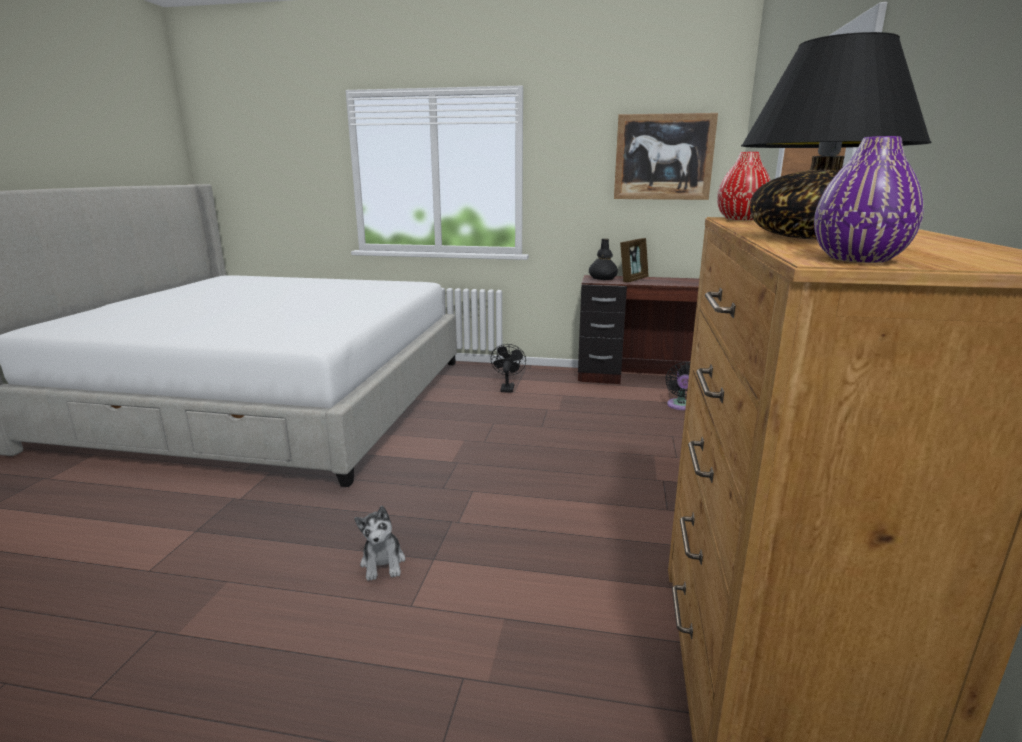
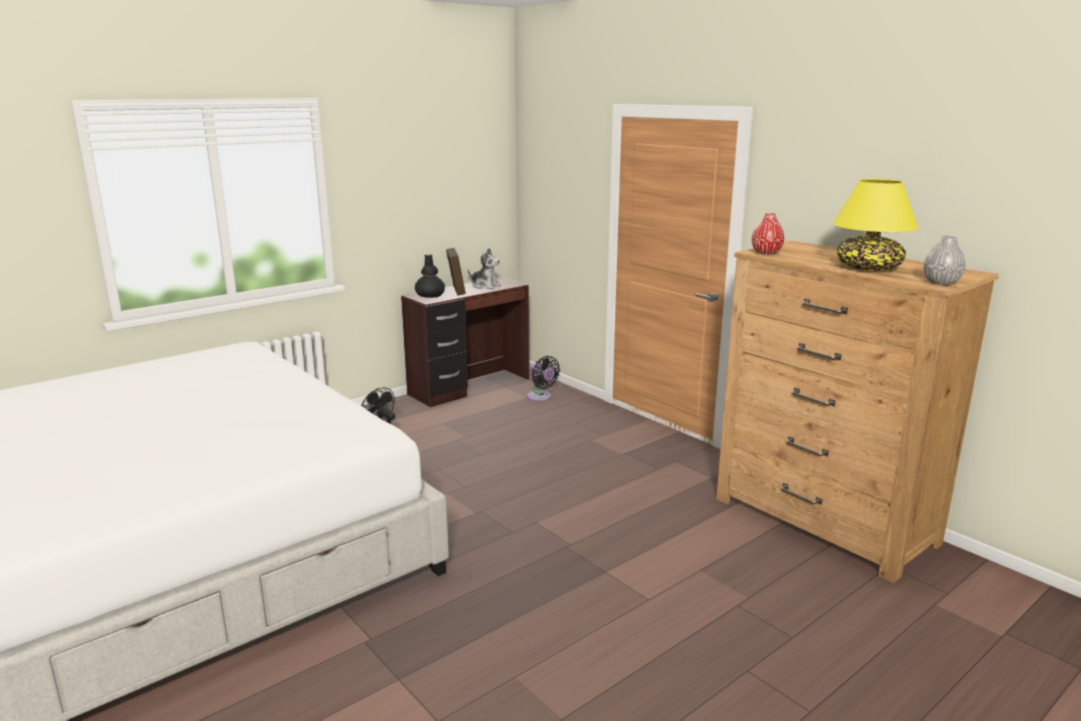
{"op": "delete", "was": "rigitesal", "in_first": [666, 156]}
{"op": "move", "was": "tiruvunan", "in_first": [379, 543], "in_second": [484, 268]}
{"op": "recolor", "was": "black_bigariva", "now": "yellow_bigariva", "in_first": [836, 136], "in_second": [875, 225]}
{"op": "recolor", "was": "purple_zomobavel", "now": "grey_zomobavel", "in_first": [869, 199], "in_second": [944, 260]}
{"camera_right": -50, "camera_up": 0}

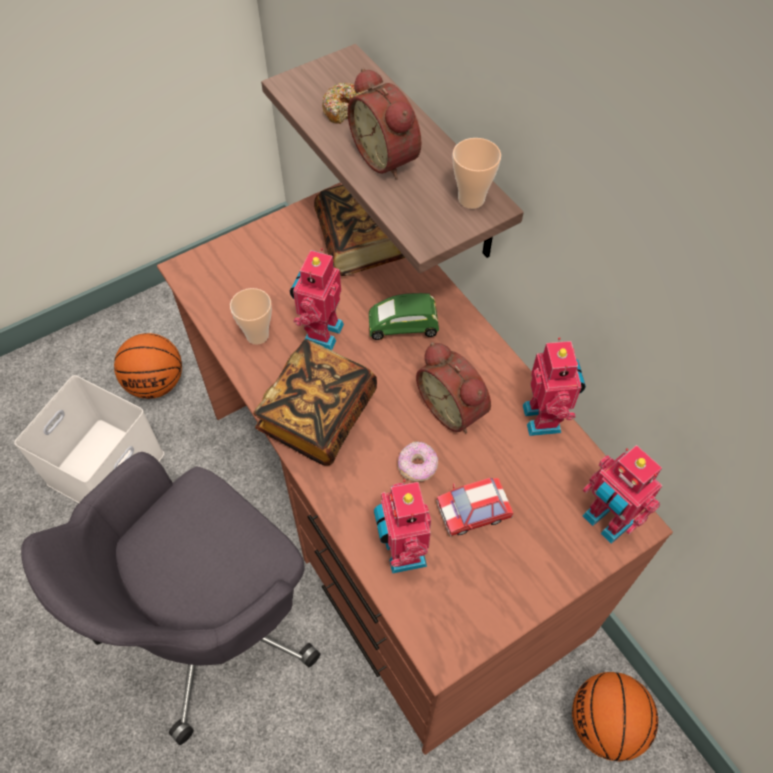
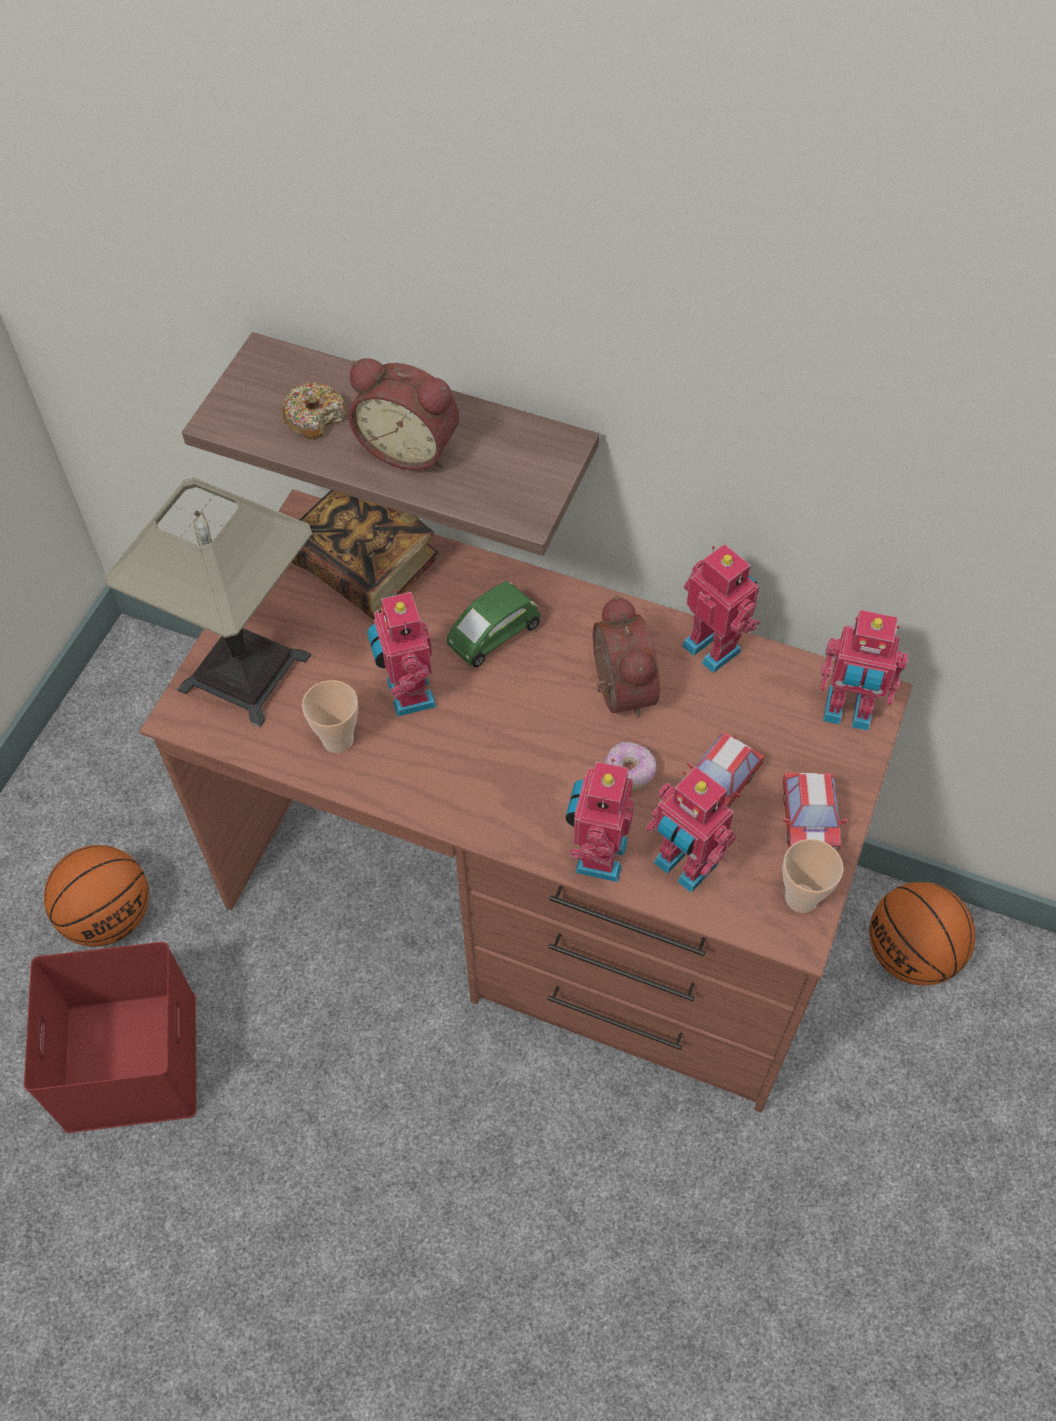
{"op": "delete", "was": "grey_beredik", "in_first": [171, 598]}
{"op": "delete", "was": "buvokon", "in_first": [315, 402]}
{"op": "insert", "now": "bigariva", "in_second": [208, 602]}
{"op": "insert", "now": "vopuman", "in_second": [600, 820]}
{"op": "insert", "now": "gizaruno", "in_second": [814, 813]}
{"op": "move", "was": "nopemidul", "in_first": [477, 173], "in_second": [812, 876]}
{"op": "recolor", "was": "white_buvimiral", "now": "red_buvimiral", "in_first": [89, 439], "in_second": [110, 1037]}
{"op": "rotate", "was": "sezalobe", "in_first": [453, 387], "in_second": [626, 657], "clockwise": -120}
{"camera_right": -35, "camera_up": 0}

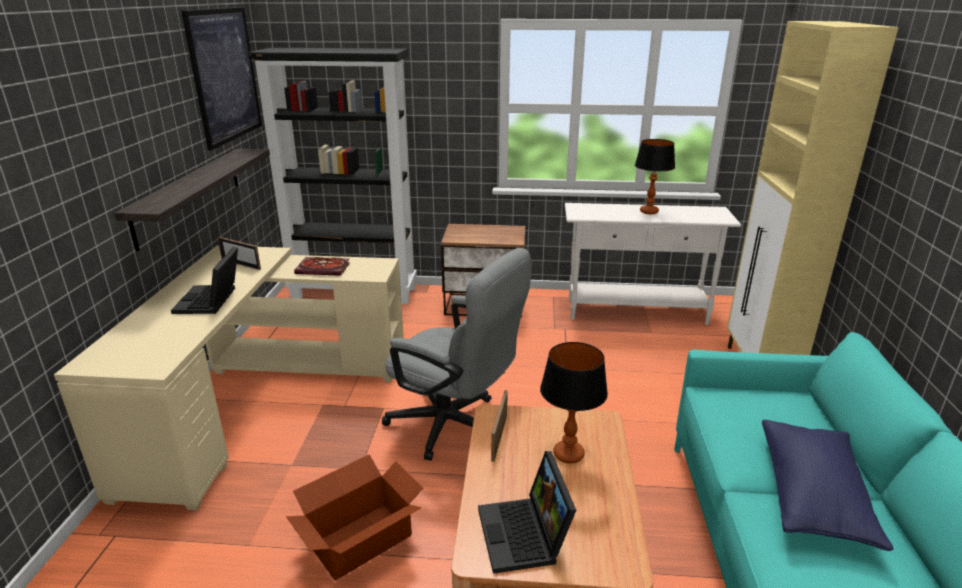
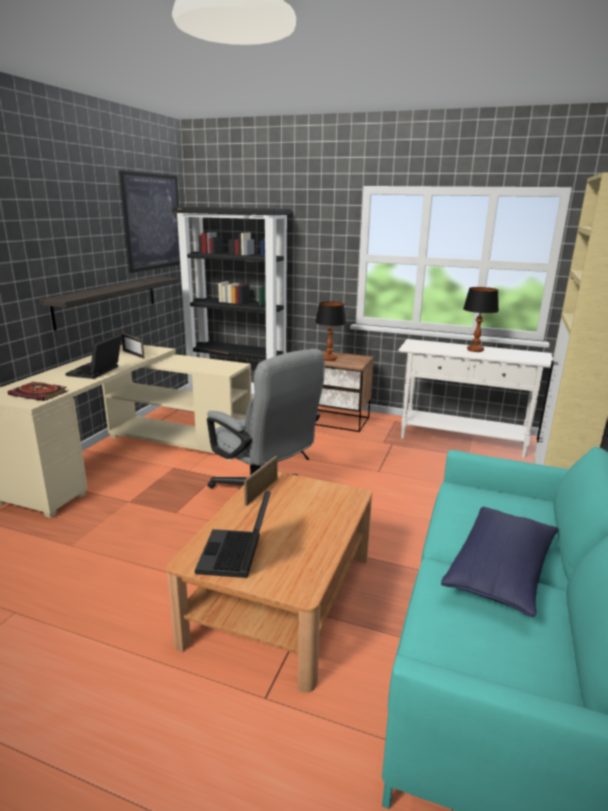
{"op": "delete", "was": "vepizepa", "in_first": [354, 517]}
{"op": "move", "was": "buvokon", "in_first": [322, 266], "in_second": [37, 391]}
{"op": "move", "was": "bigariva", "in_first": [574, 403], "in_second": [330, 331]}
{"camera_right": 15, "camera_up": -5}

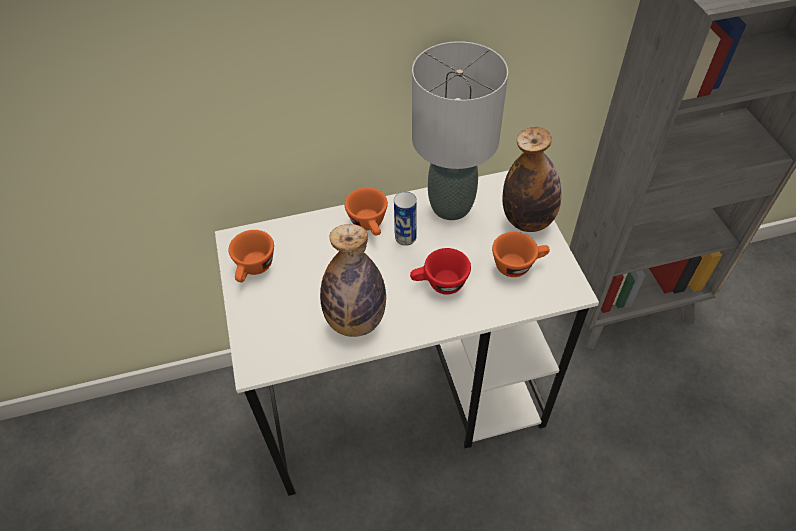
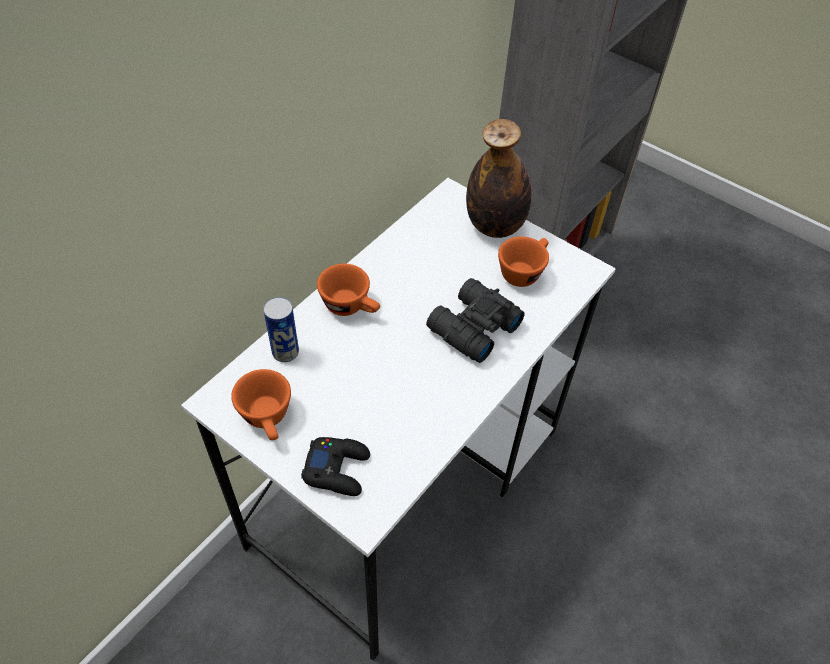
{"op": "delete", "was": "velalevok", "in_first": [353, 280]}
{"op": "delete", "was": "grey_bigariva", "in_first": [460, 130]}
{"op": "insert", "now": "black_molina", "in_second": [335, 466]}
{"op": "move", "was": "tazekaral", "in_first": [405, 218], "in_second": [281, 329]}
{"op": "replace", "was": "red_nopemidul", "now": "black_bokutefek", "in_first": [440, 271], "in_second": [475, 320]}
{"camera_right": -40, "camera_up": 0}

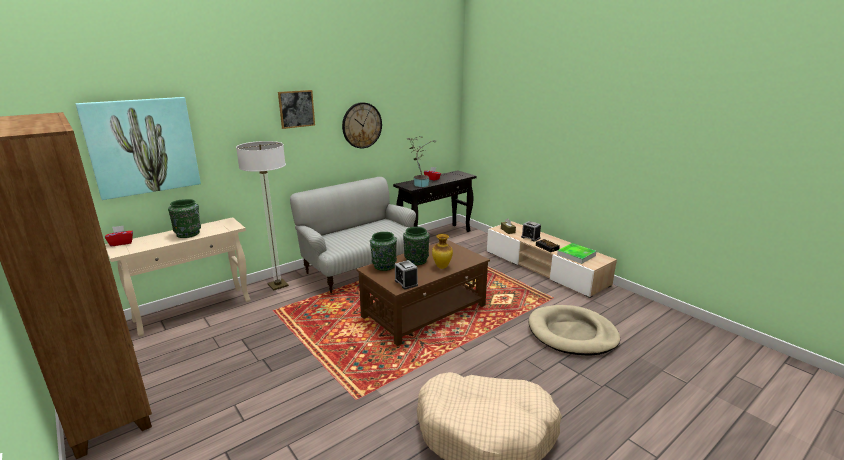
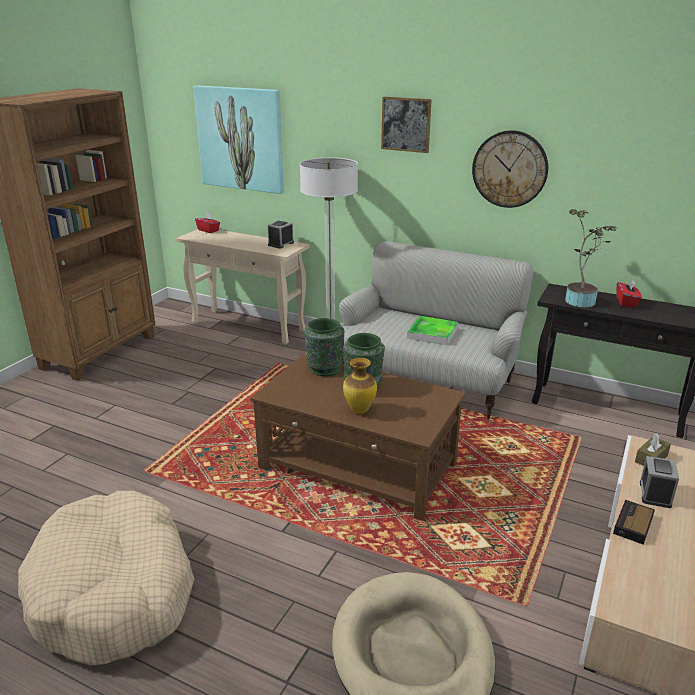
{"op": "delete", "was": "green_zomobavel", "in_first": [184, 218]}
{"op": "move", "was": "sezalobe", "in_first": [406, 275], "in_second": [281, 234]}
{"op": "move", "was": "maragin", "in_first": [577, 253], "in_second": [432, 330]}
{"camera_right": 65, "camera_up": 5}

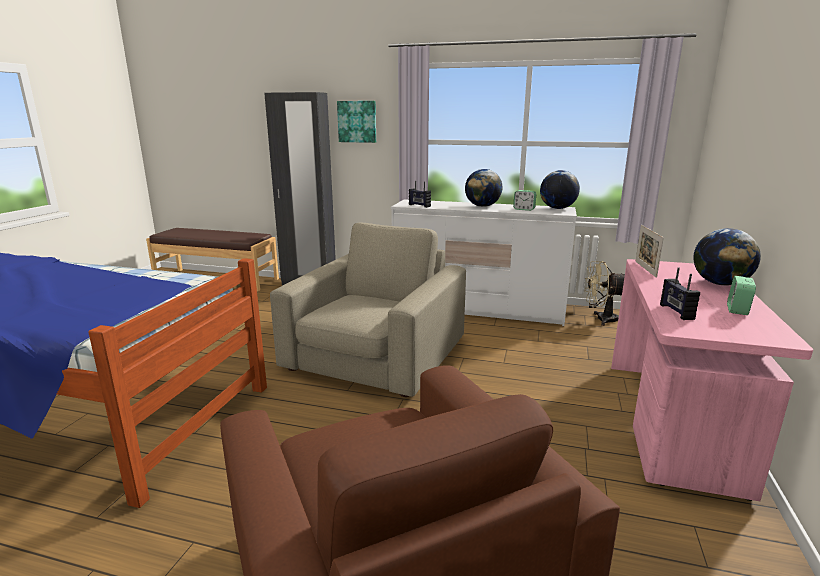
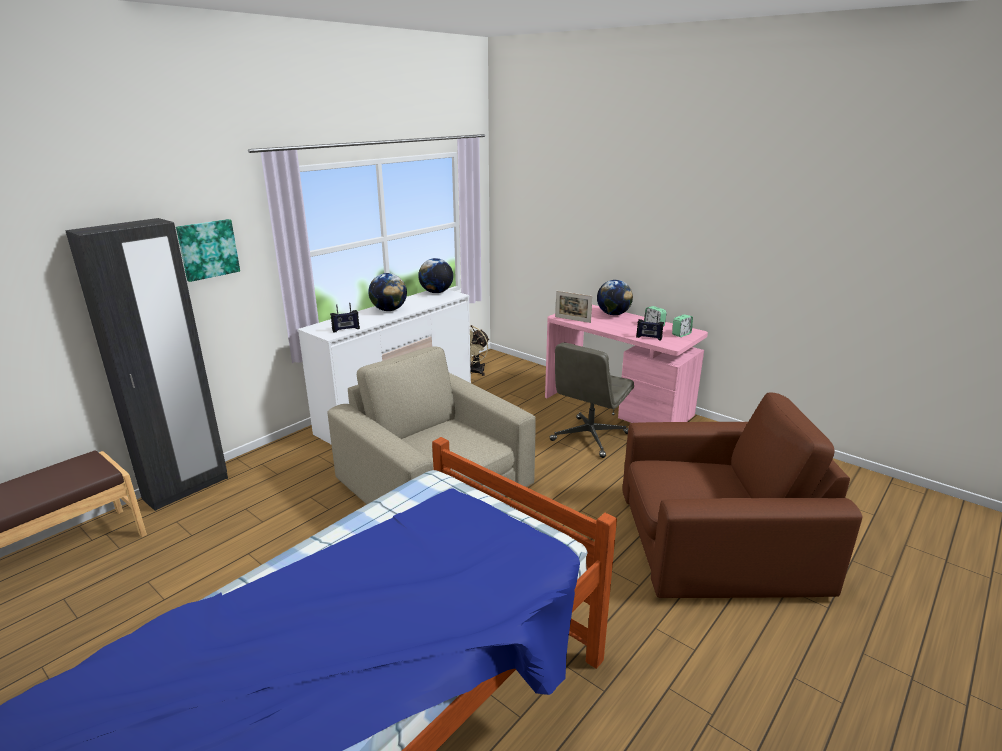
{"op": "insert", "now": "grey_beredik", "in_second": [591, 400]}
{"op": "move", "was": "sezalobe", "in_first": [524, 200], "in_second": [682, 325]}
{"camera_right": -65, "camera_up": 5}

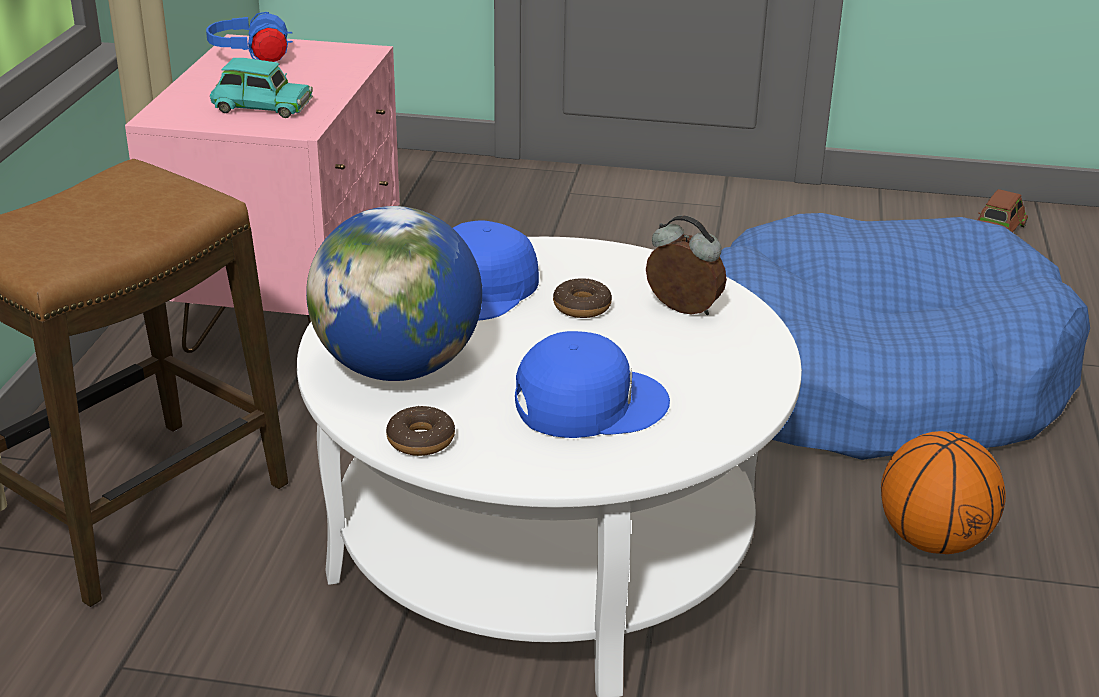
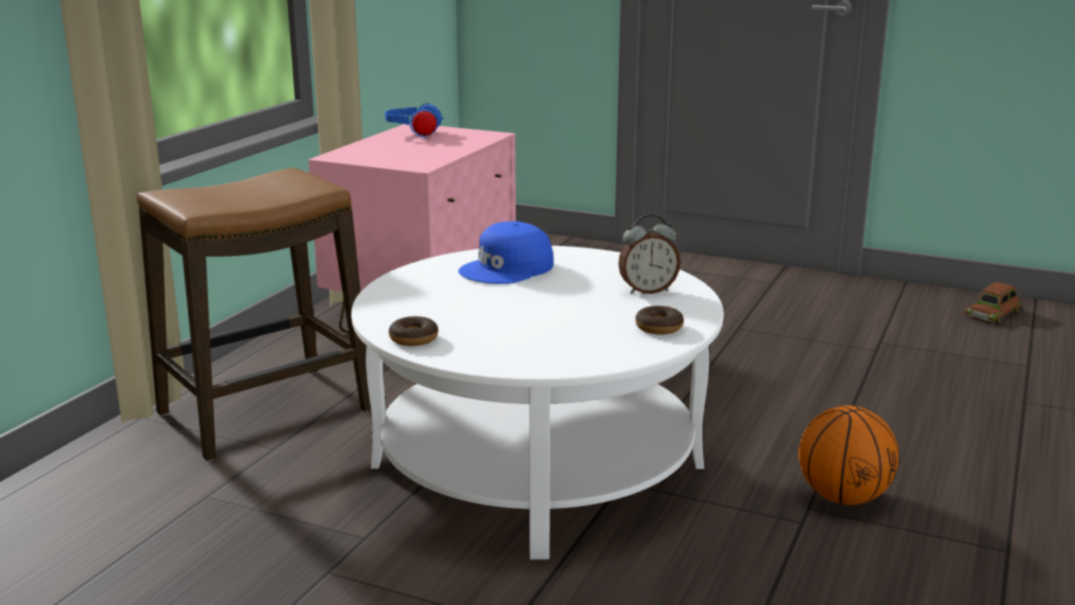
{"op": "delete", "was": "turquoise_gizaruno", "in_first": [261, 88]}
{"op": "delete", "was": "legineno", "in_first": [394, 293]}
{"op": "delete", "was": "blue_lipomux", "in_first": [592, 384]}
{"op": "delete", "was": "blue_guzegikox", "in_first": [905, 336]}
{"op": "move", "was": "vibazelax", "in_first": [582, 298], "in_second": [659, 320]}
{"op": "rotate", "was": "sezalobe", "in_first": [686, 265], "in_second": [649, 254], "clockwise": 120}
{"camera_right": 15, "camera_up": -10}

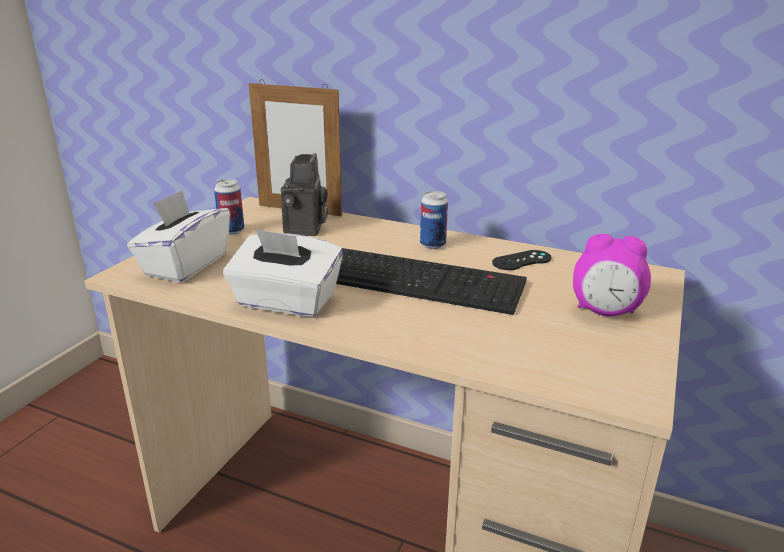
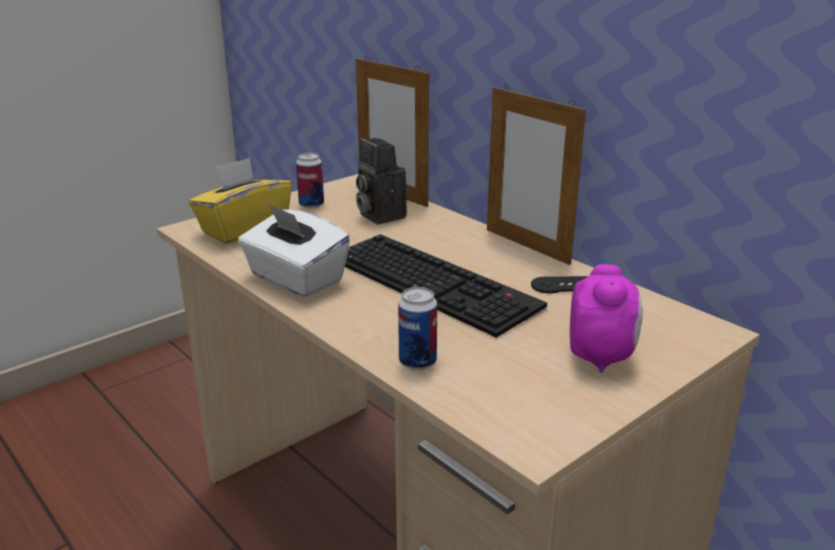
{"op": "insert", "now": "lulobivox", "in_second": [536, 175]}
{"op": "move", "was": "tazekaral", "in_first": [434, 220], "in_second": [417, 328]}
{"op": "recolor", "was": "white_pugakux", "now": "yellow_pugakux", "in_first": [178, 236], "in_second": [240, 201]}
{"op": "rotate", "was": "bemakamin", "in_first": [304, 194], "in_second": [381, 181], "clockwise": 120}
{"op": "rotate", "was": "sezalobe", "in_first": [612, 275], "in_second": [606, 318], "clockwise": -120}
{"camera_right": 25, "camera_up": 0}

